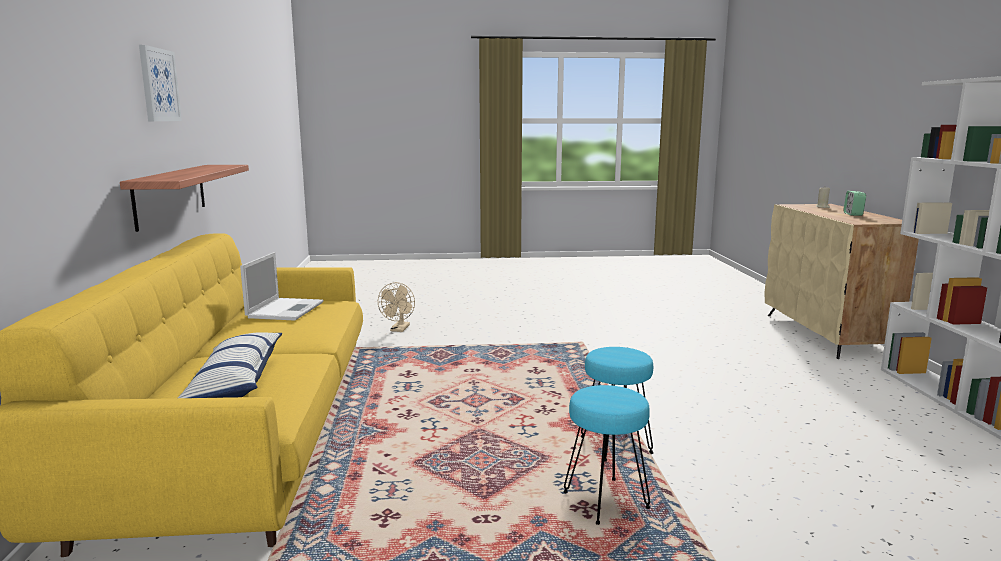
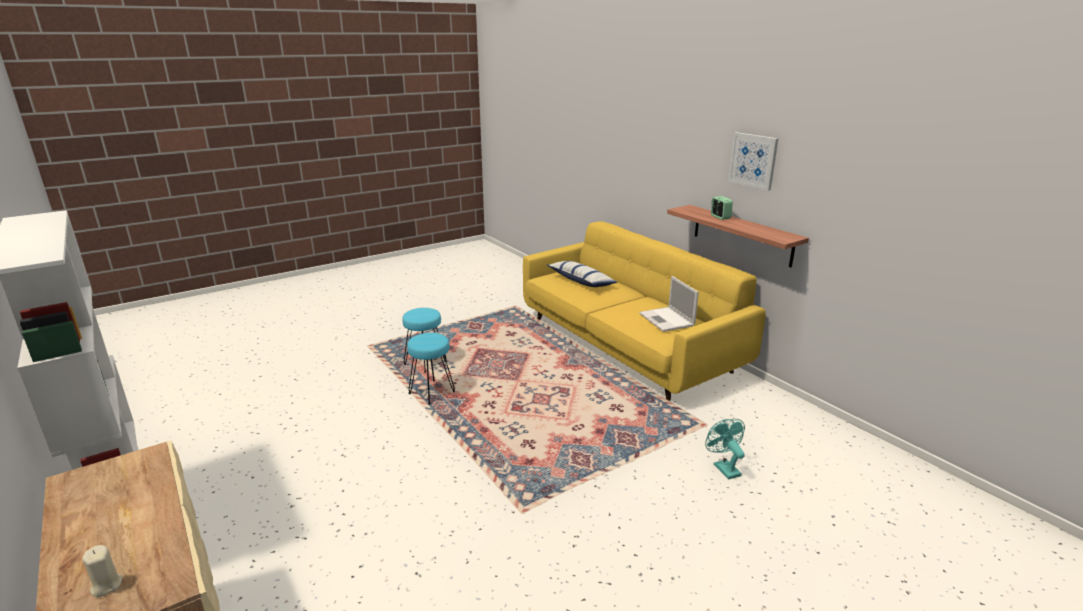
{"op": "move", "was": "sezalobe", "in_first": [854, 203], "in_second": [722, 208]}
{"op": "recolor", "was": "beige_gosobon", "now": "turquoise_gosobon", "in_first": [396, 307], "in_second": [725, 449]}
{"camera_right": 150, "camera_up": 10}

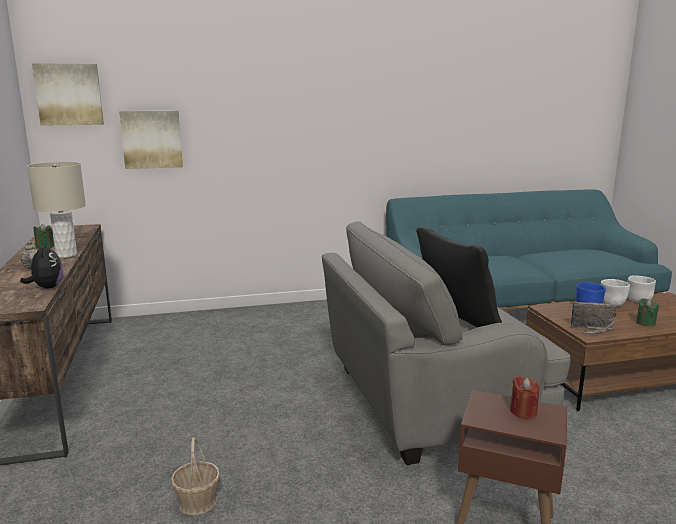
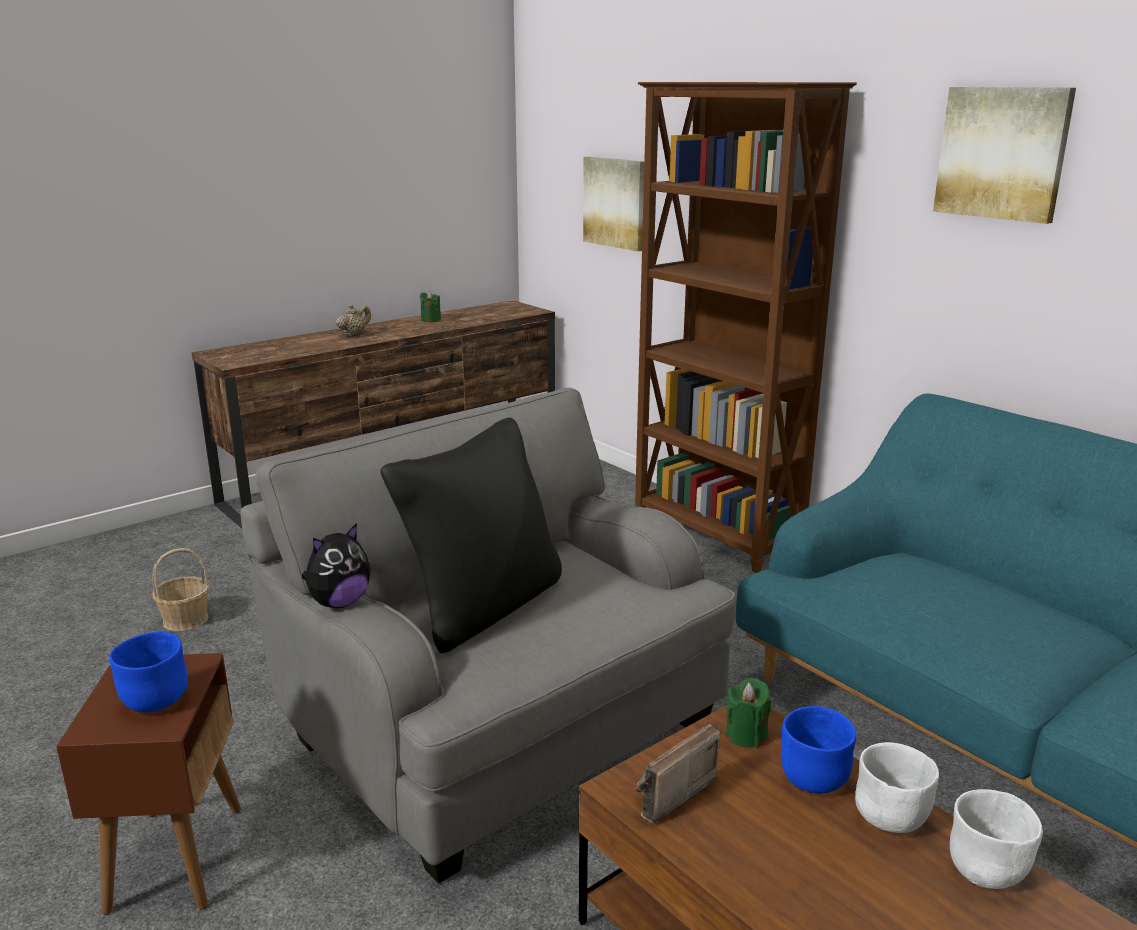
{"op": "delete", "was": "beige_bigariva", "in_first": [56, 210]}
{"op": "insert", "now": "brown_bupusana", "in_second": [746, 327]}
{"op": "move", "was": "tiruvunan", "in_first": [41, 265], "in_second": [336, 565]}
{"op": "move", "was": "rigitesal", "in_first": [68, 94], "in_second": [1004, 155]}
{"op": "move", "was": "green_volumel", "in_first": [647, 312], "in_second": [748, 713]}
{"op": "replace", "was": "red_volumel", "now": "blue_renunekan", "in_first": [525, 397], "in_second": [148, 672]}
{"op": "rotate", "was": "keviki", "in_first": [593, 318], "in_second": [678, 773], "clockwise": 60}
{"camera_right": 65, "camera_up": 5}

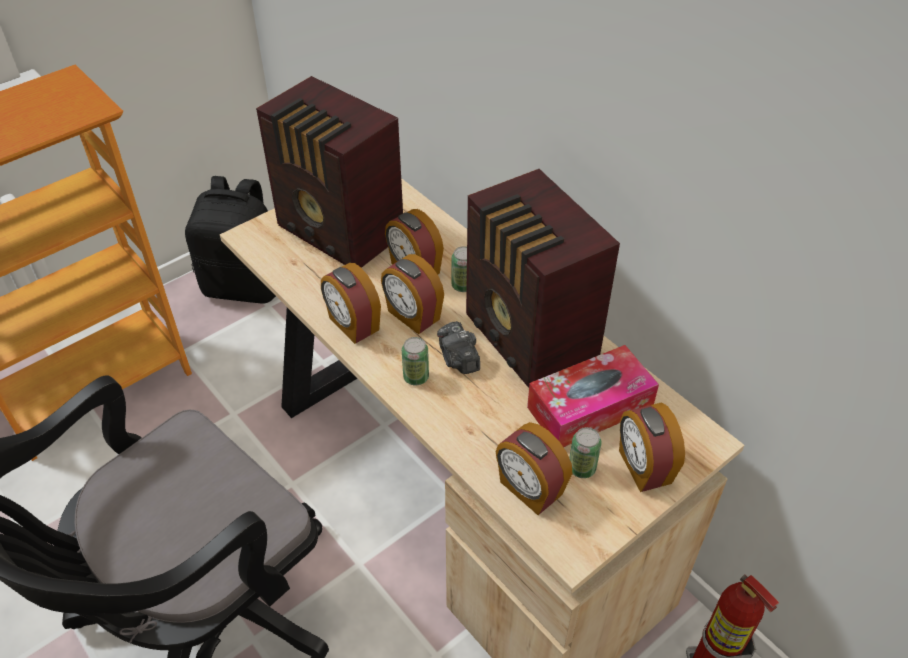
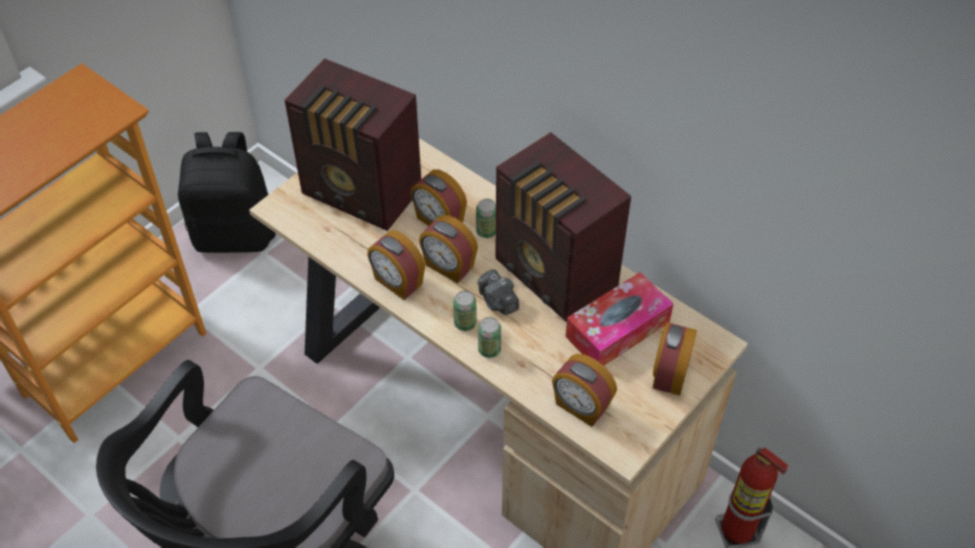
{"op": "move", "was": "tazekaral", "in_first": [585, 452], "in_second": [489, 337]}
{"op": "rotate", "was": "sezalobe", "in_first": [652, 447], "in_second": [675, 359], "clockwise": 45}
{"camera_right": -10, "camera_up": 5}

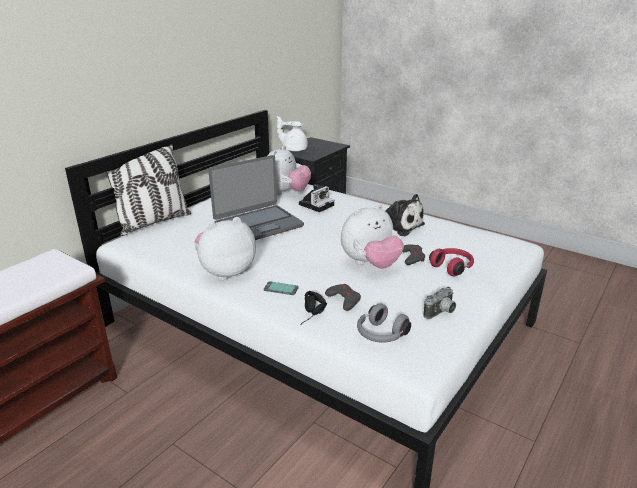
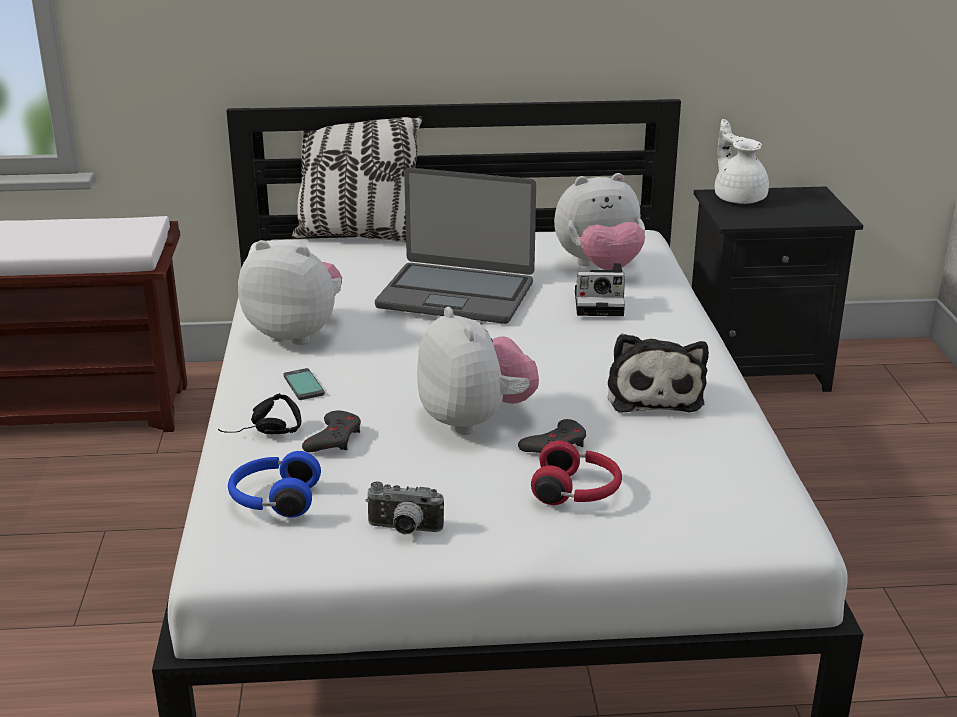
{"op": "recolor", "was": "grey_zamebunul", "now": "blue_zamebunul", "in_first": [384, 323], "in_second": [274, 484]}
{"op": "rotate", "was": "tiruvunan", "in_first": [372, 236], "in_second": [478, 371], "clockwise": -135}
{"camera_right": 50, "camera_up": 0}

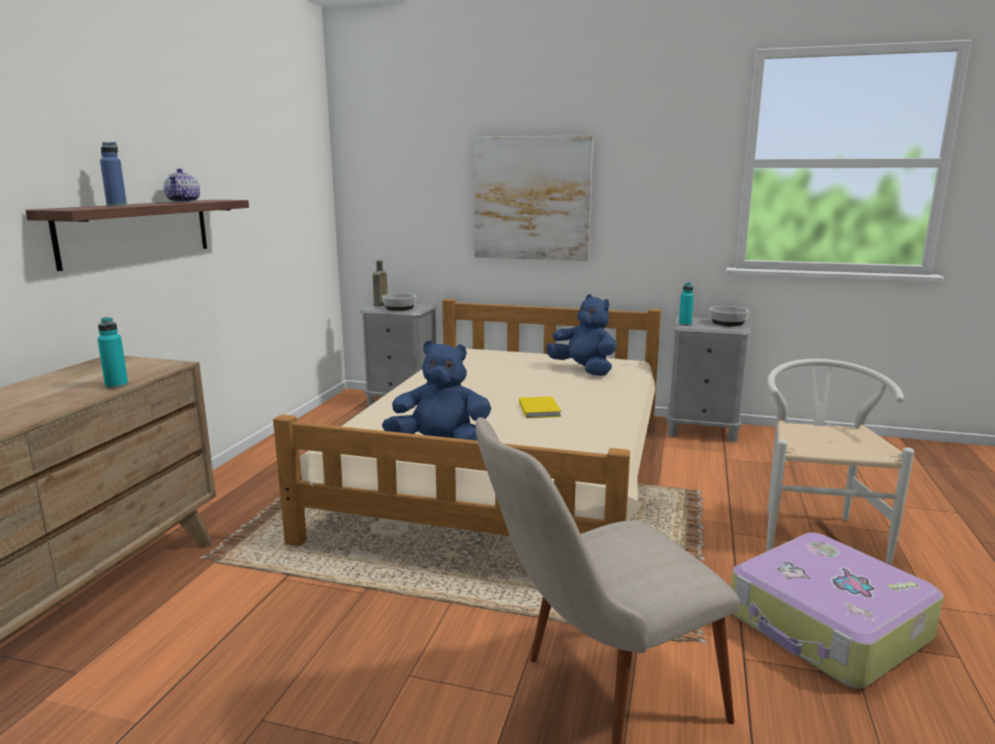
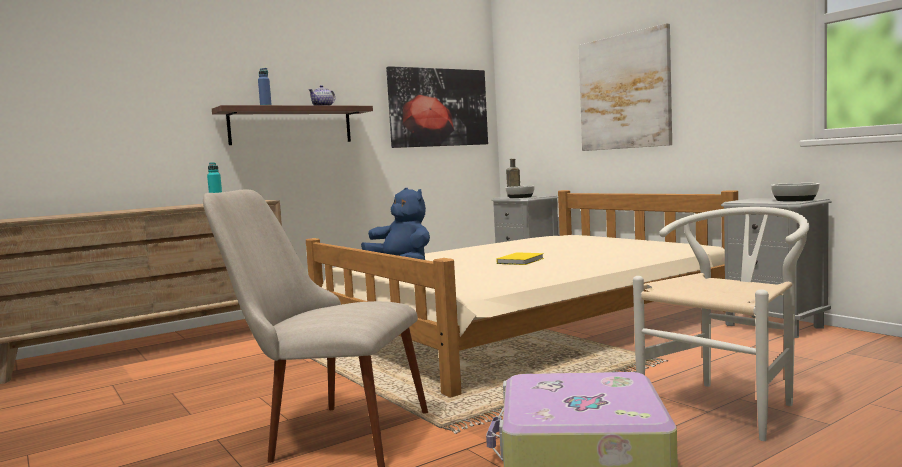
{"op": "delete", "was": "blue_tiruvunan", "in_first": [581, 335]}
{"op": "delete", "was": "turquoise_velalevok", "in_first": [686, 304]}
{"op": "insert", "now": "rigitesal", "in_second": [437, 107]}
{"camera_right": 40, "camera_up": -10}

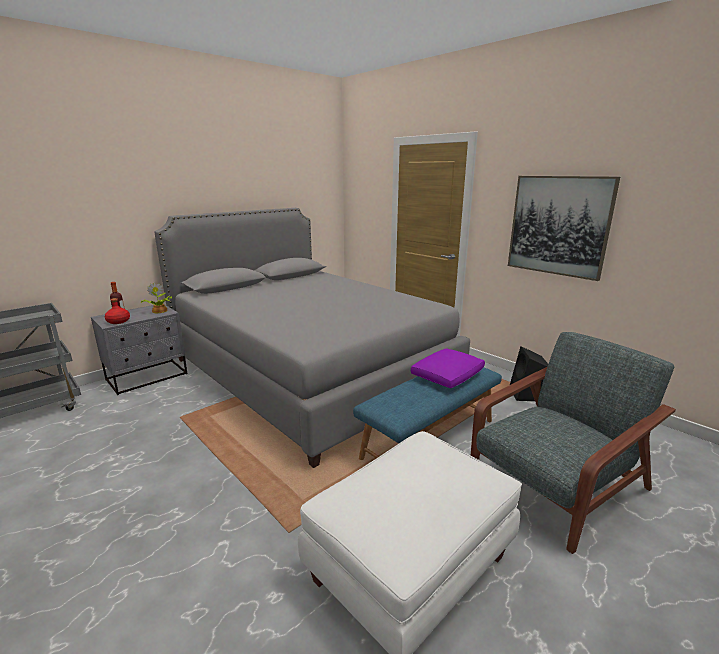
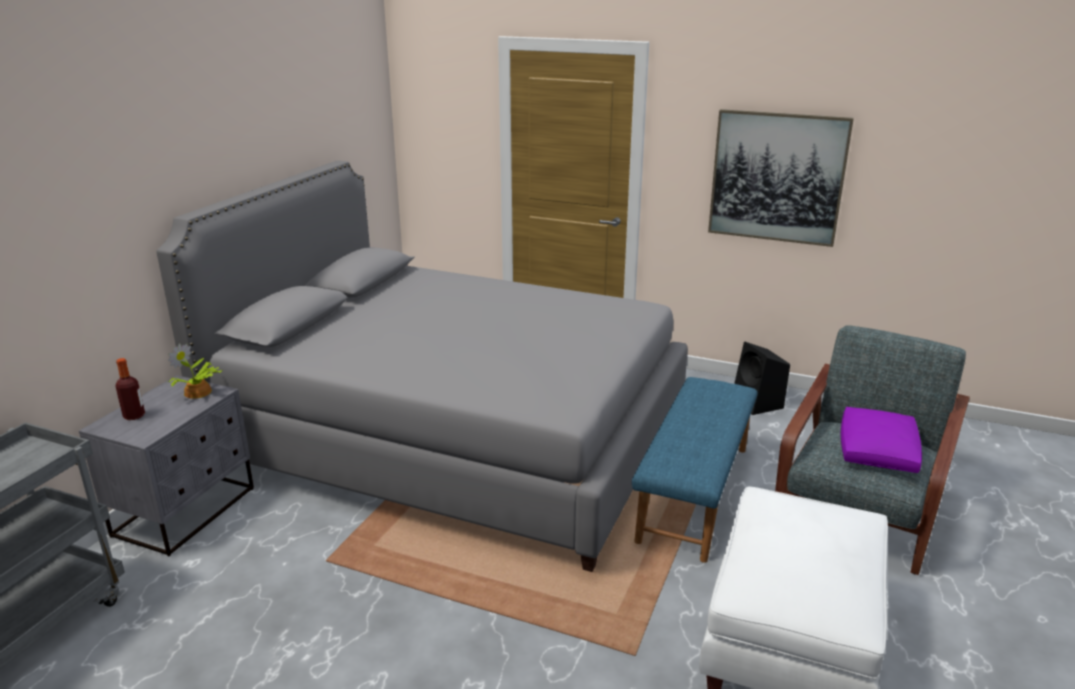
{"op": "delete", "was": "red_velalevok", "in_first": [117, 311]}
{"op": "move", "was": "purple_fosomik", "in_first": [448, 368], "in_second": [881, 440]}
{"camera_right": -25, "camera_up": 5}

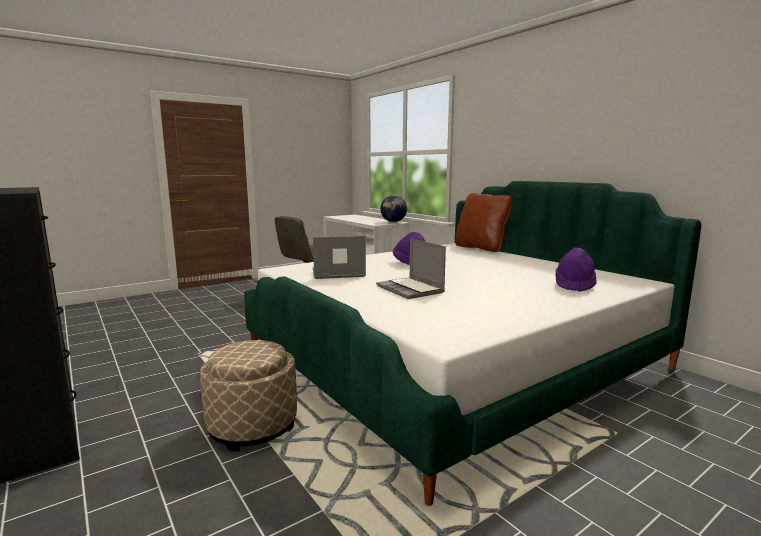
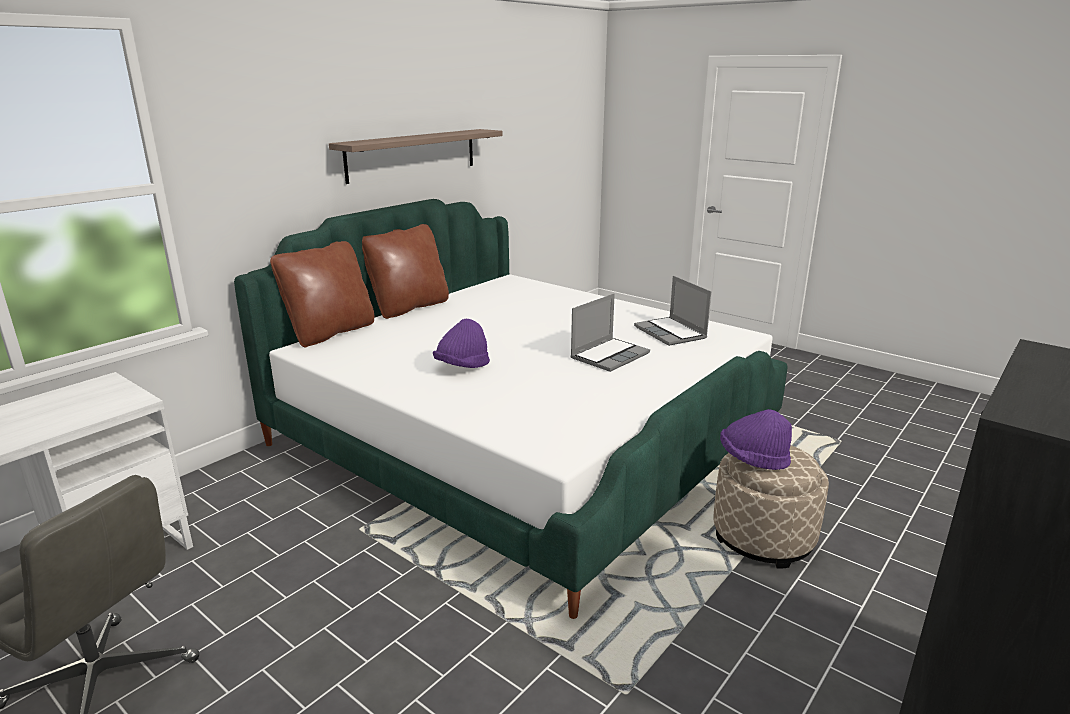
{"op": "delete", "was": "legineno", "in_first": [394, 208]}
{"op": "insert", "now": "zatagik", "in_second": [416, 156]}
{"op": "insert", "now": "brown_fosomik", "in_second": [405, 271]}
{"op": "move", "was": "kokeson", "in_first": [339, 257], "in_second": [672, 311]}
{"op": "move", "was": "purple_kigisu", "in_first": [575, 270], "in_second": [756, 439]}
{"camera_right": -105, "camera_up": 10}

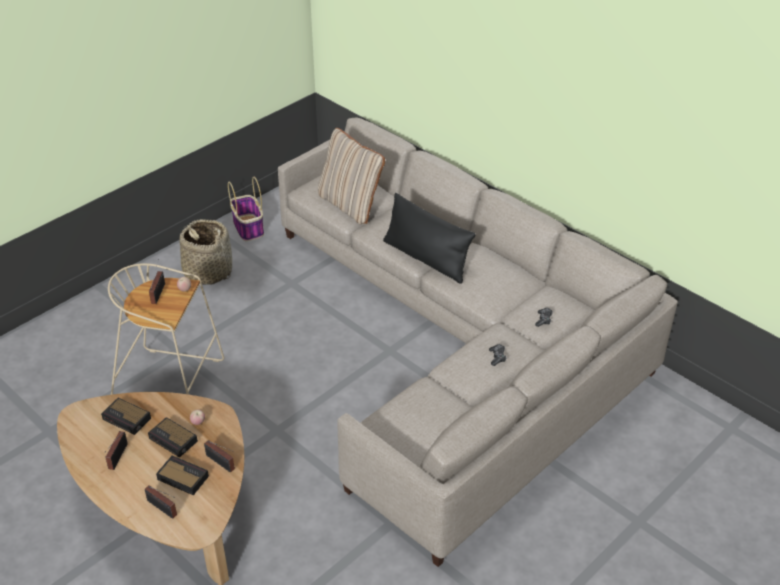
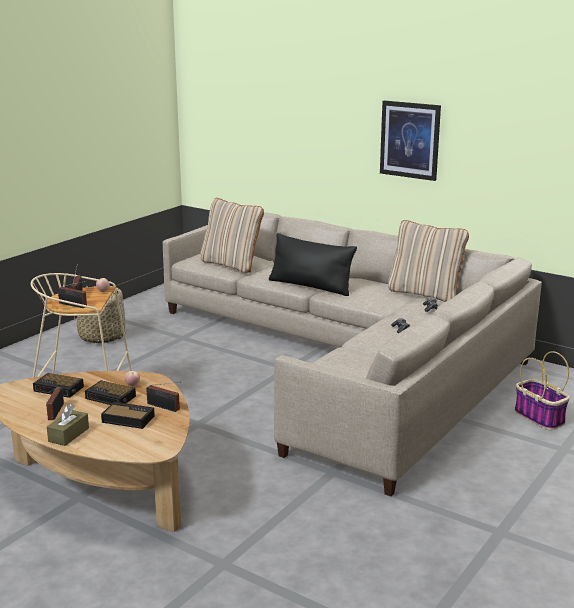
{"op": "insert", "now": "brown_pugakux", "in_second": [68, 425]}
{"op": "insert", "now": "rigitesal", "in_second": [410, 140]}
{"op": "insert", "now": "beige_fosomik", "in_second": [428, 261]}
{"op": "move", "was": "keviki", "in_first": [161, 502], "in_second": [72, 294]}
{"op": "move", "was": "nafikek", "in_first": [246, 209], "in_second": [542, 390]}
{"camera_right": -10, "camera_up": -20}

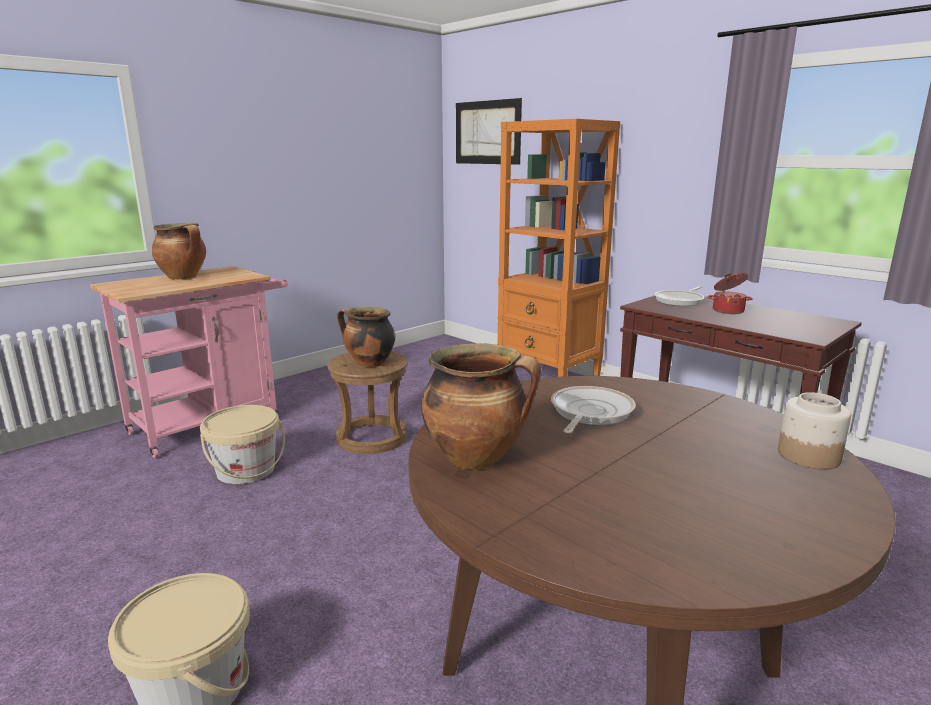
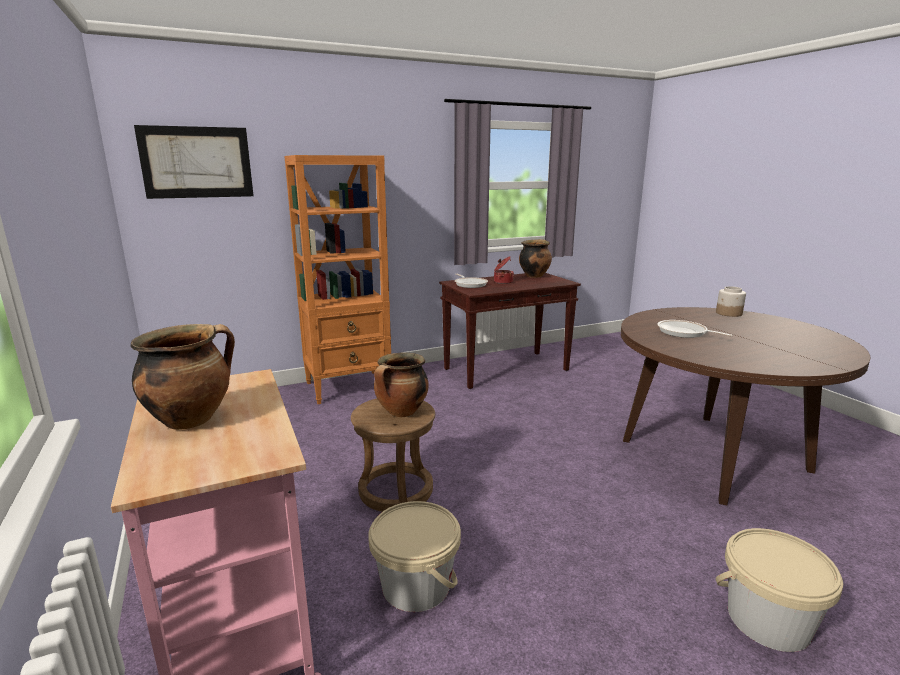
{"op": "move", "was": "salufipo", "in_first": [481, 406], "in_second": [535, 258]}
{"camera_right": -70, "camera_up": 0}

